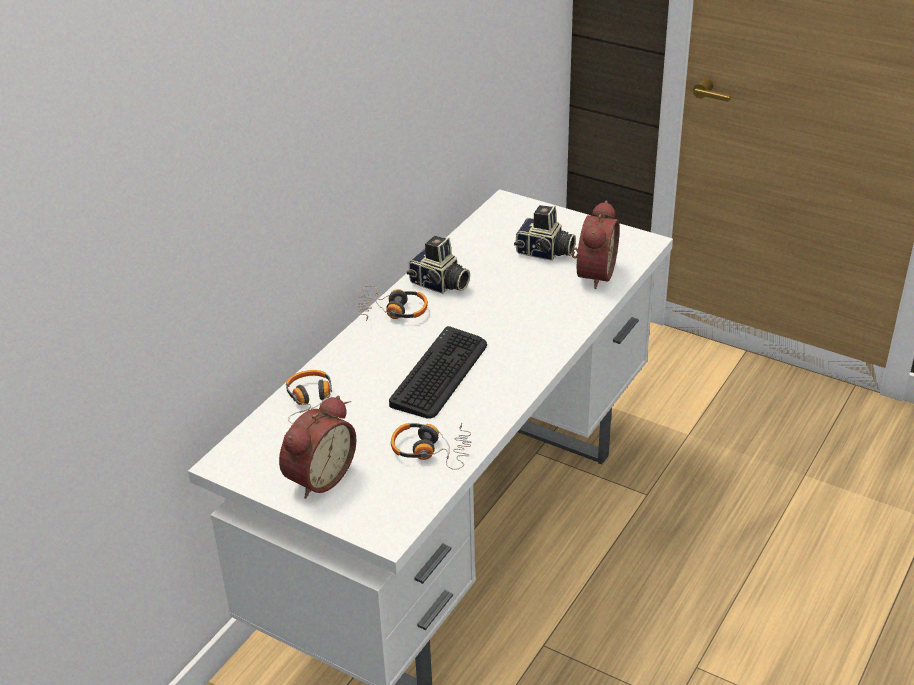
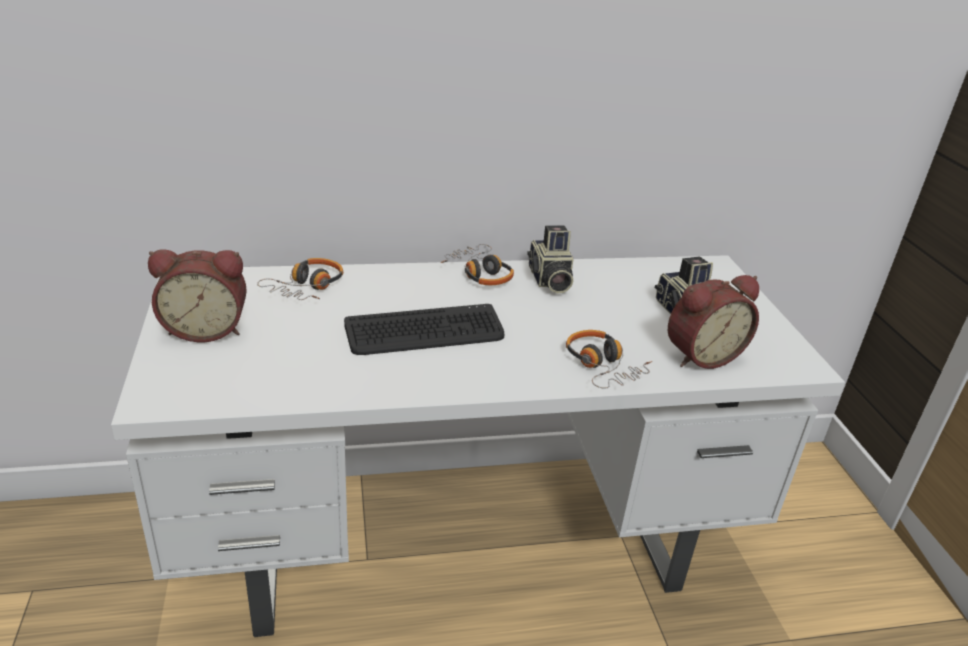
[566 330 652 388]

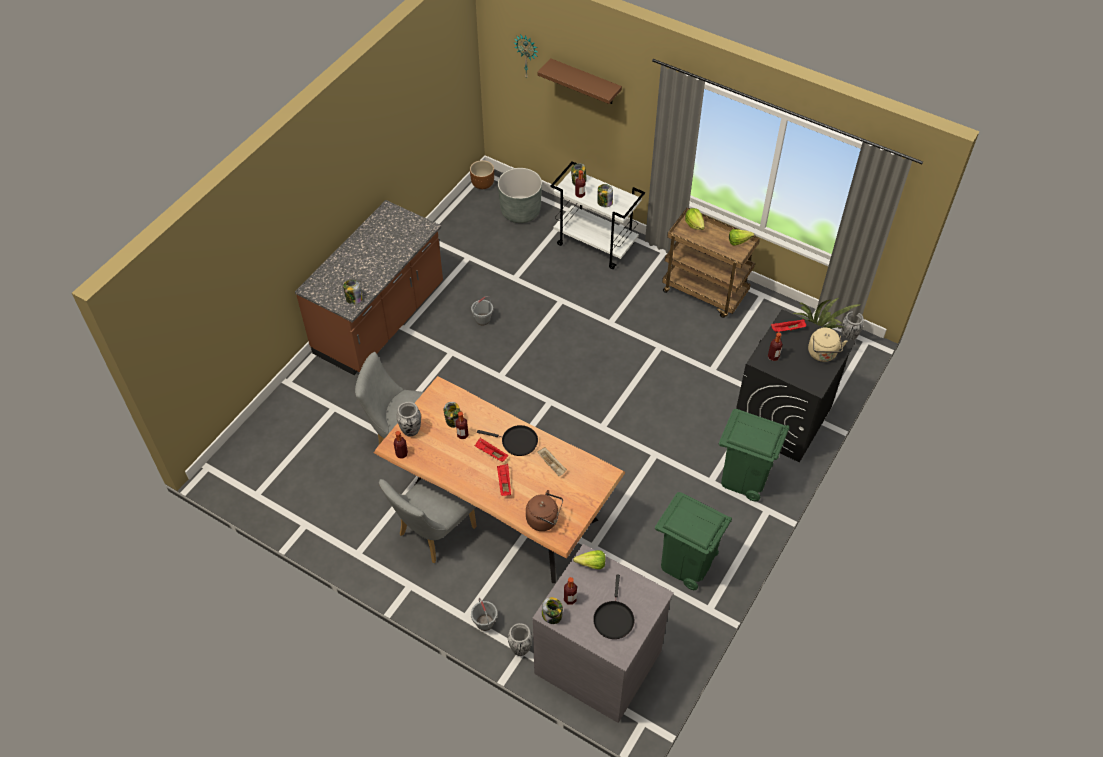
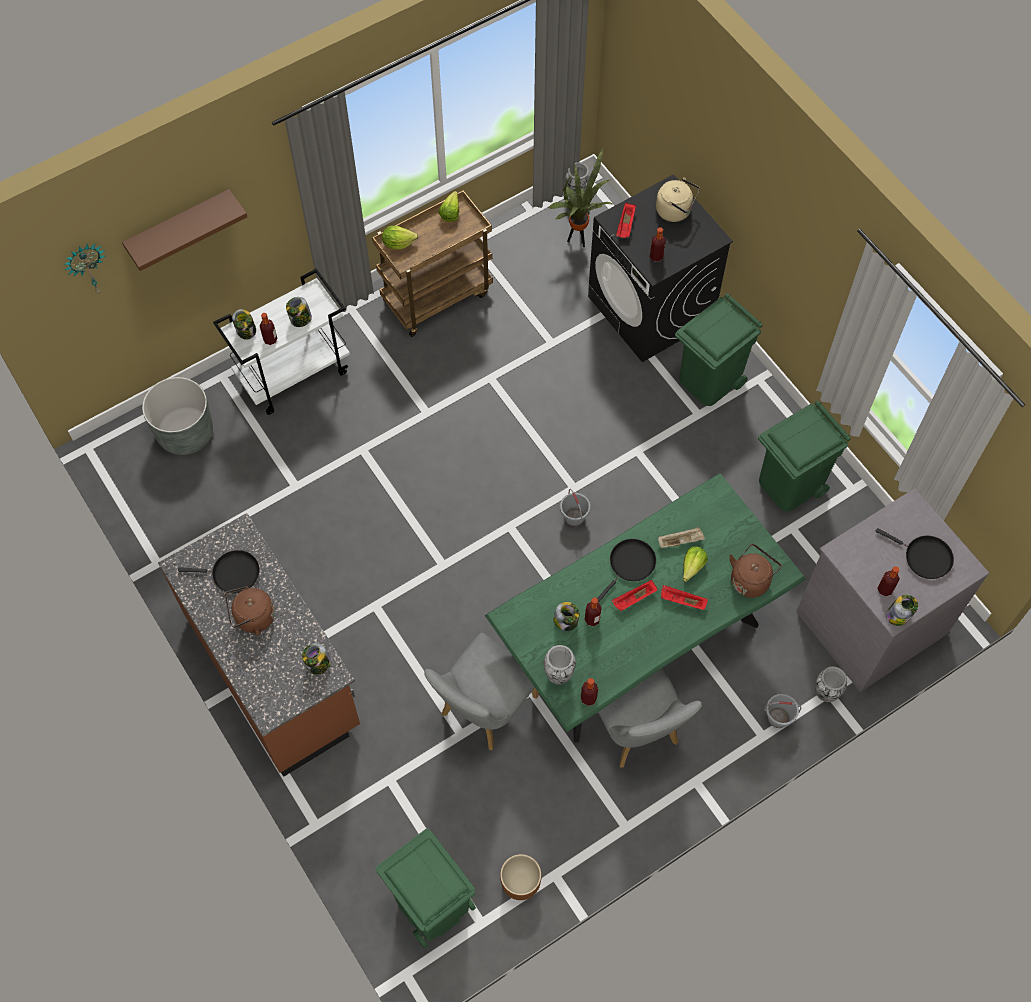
[500 854 542 900]
[560 489 590 526]
[485 473 806 743]
[683 546 708 582]
[178 550 260 594]
[225 586 275 635]
[375 828 476 949]

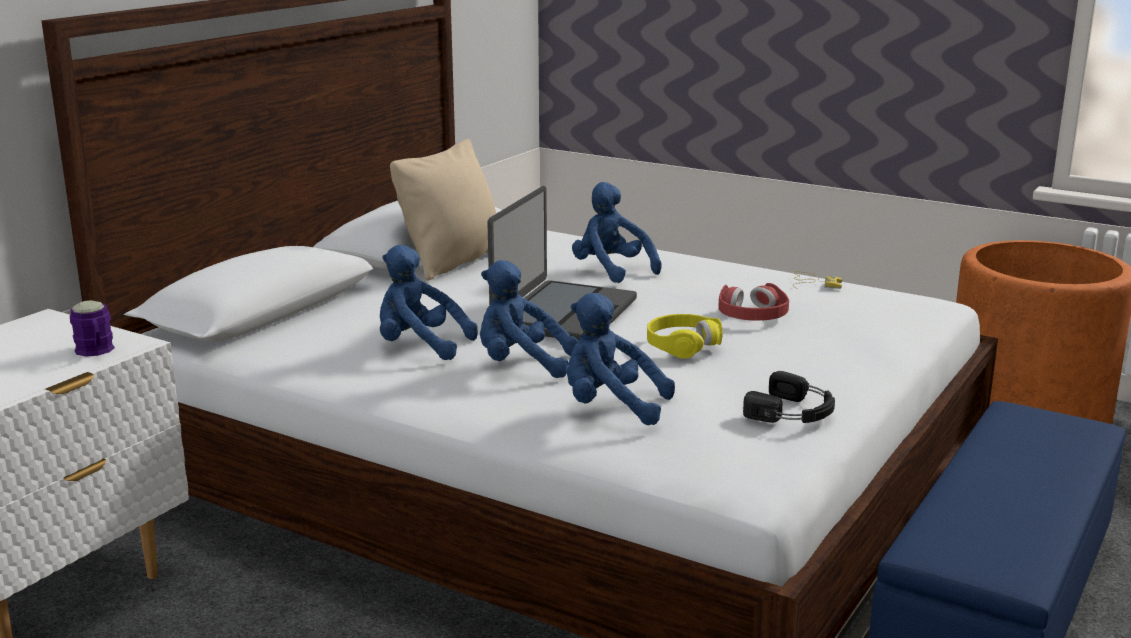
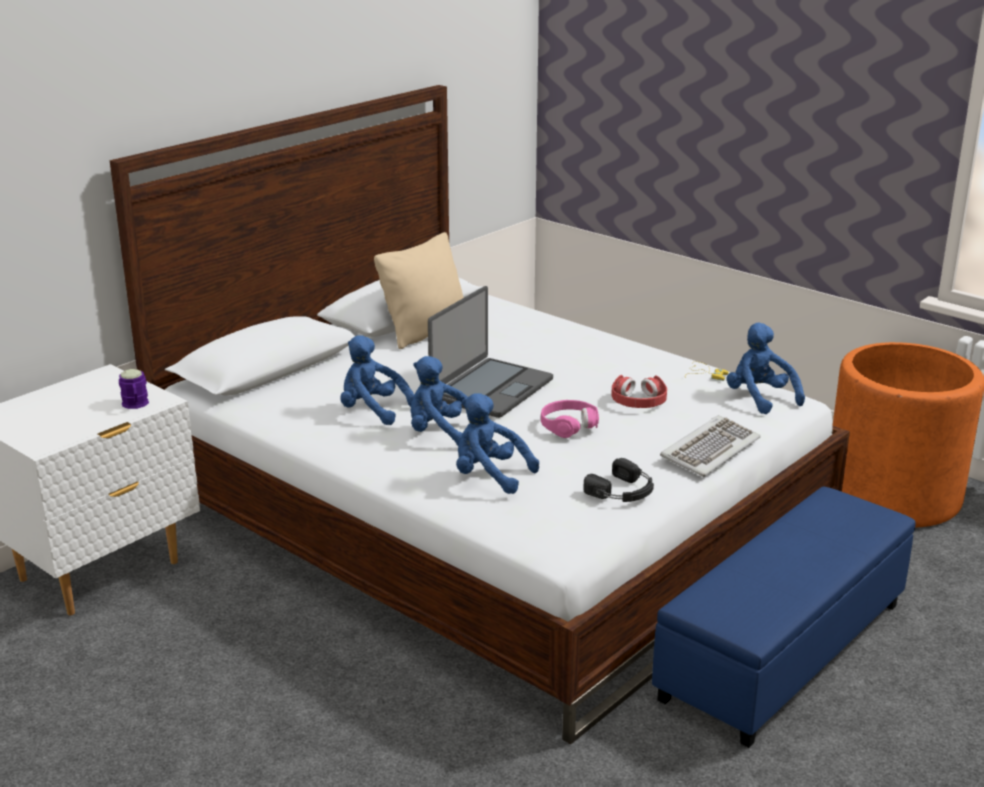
[727 323 805 414]
[541 400 599 438]
[660 415 760 477]

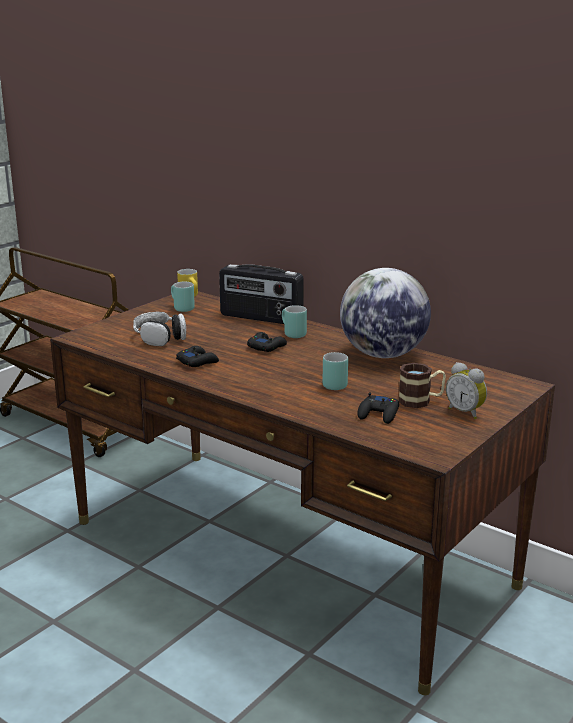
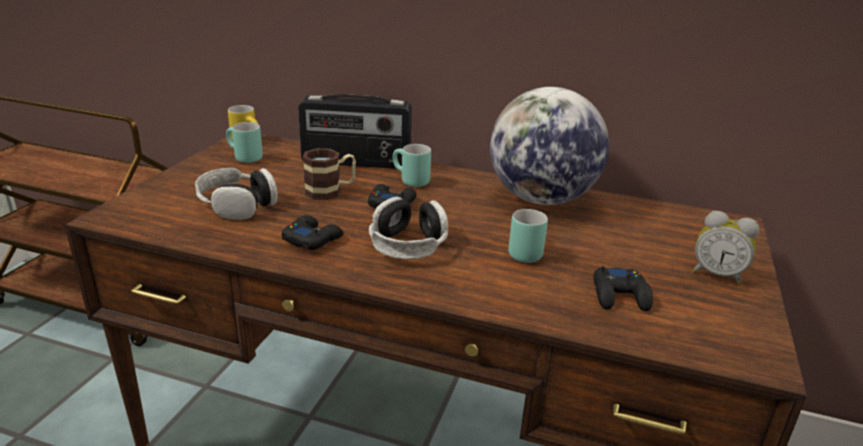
[303 148 356 200]
[369 197 448 259]

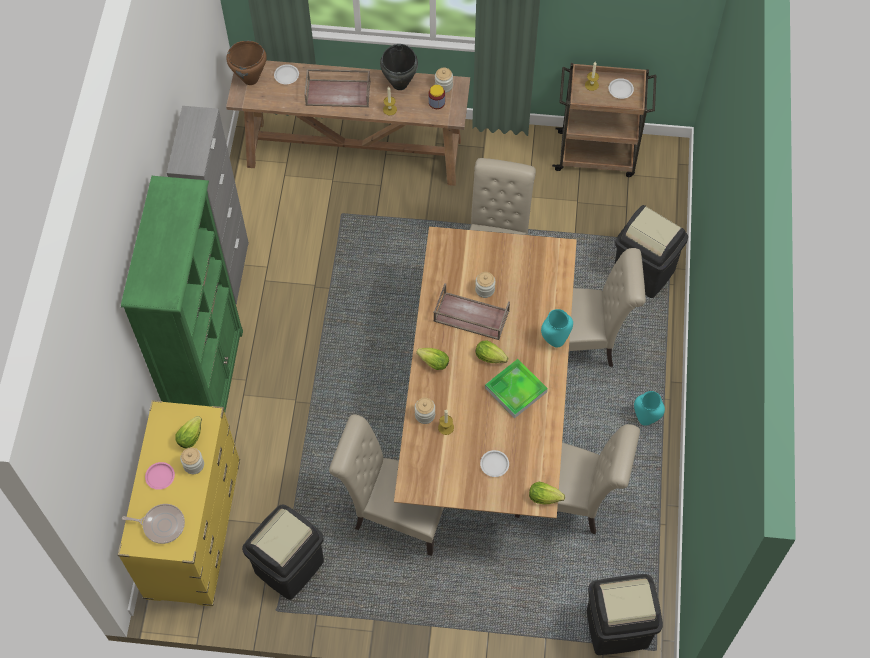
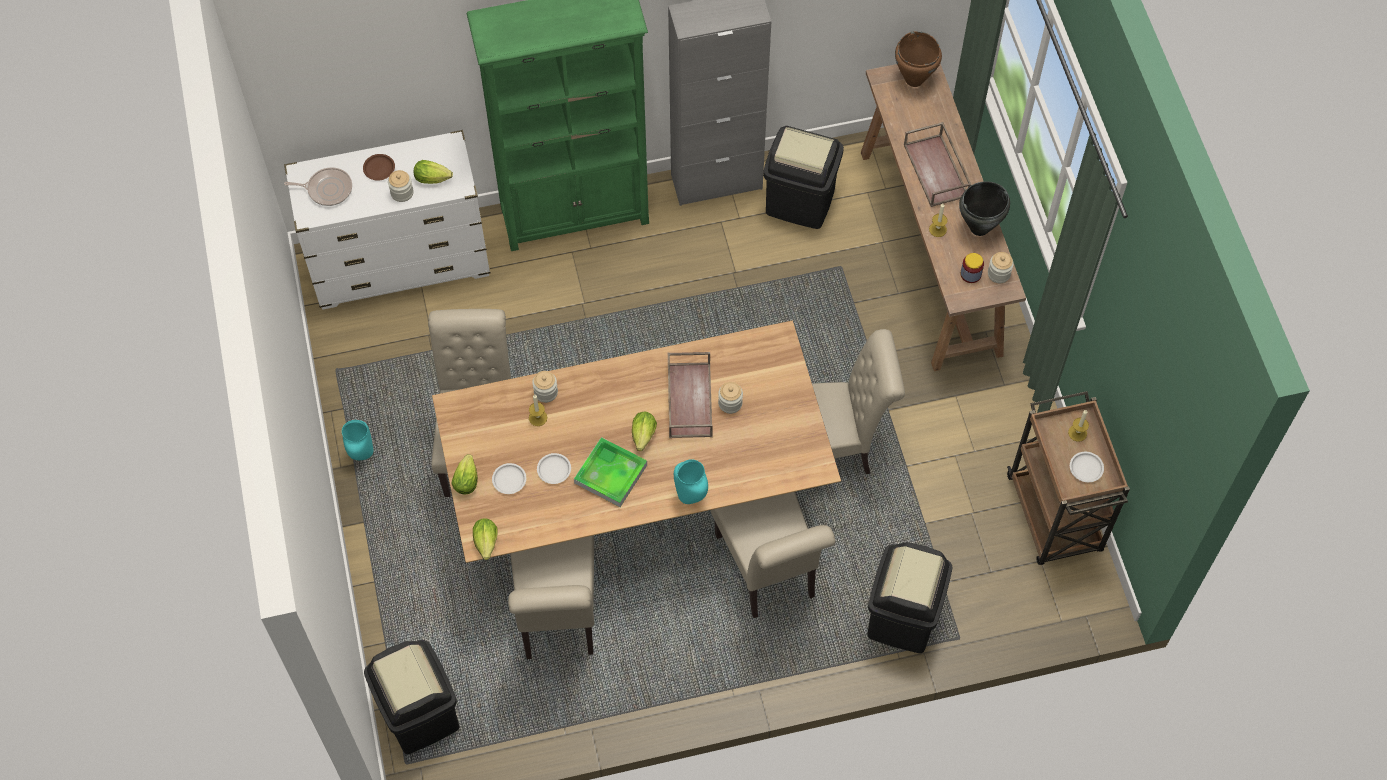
[537 453 571 484]
[451 454 478 494]
[342 420 373 460]
[284 130 491 310]
[363 154 395 180]
[284 167 352 206]
[763 126 844 229]

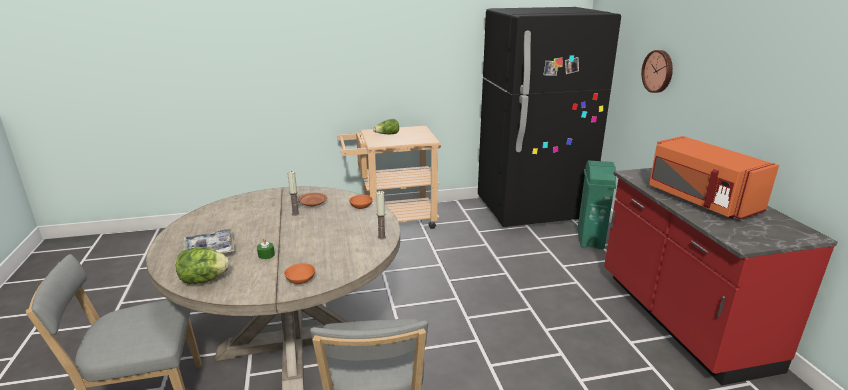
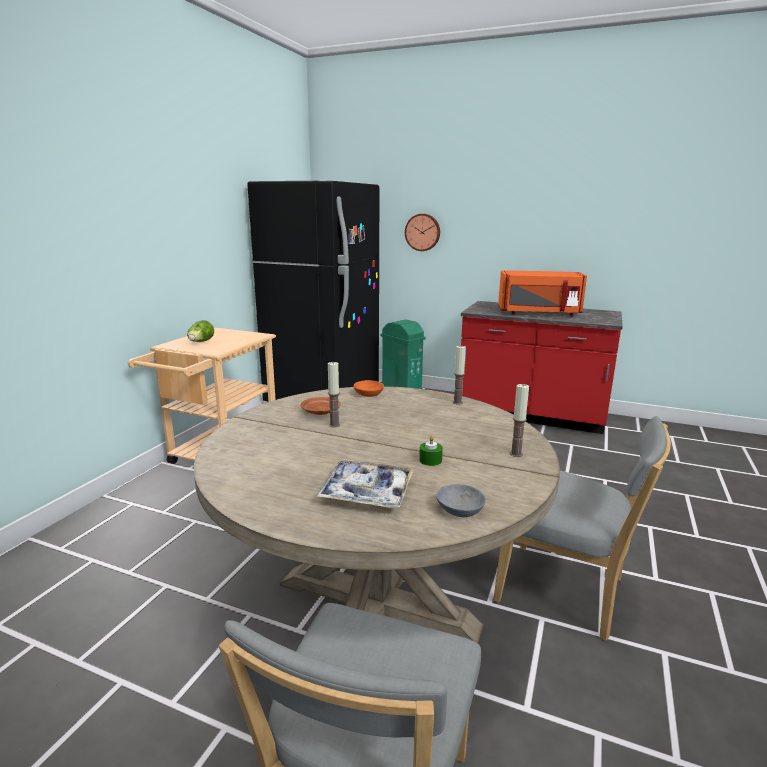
[436 484 486 517]
[510 383 529 457]

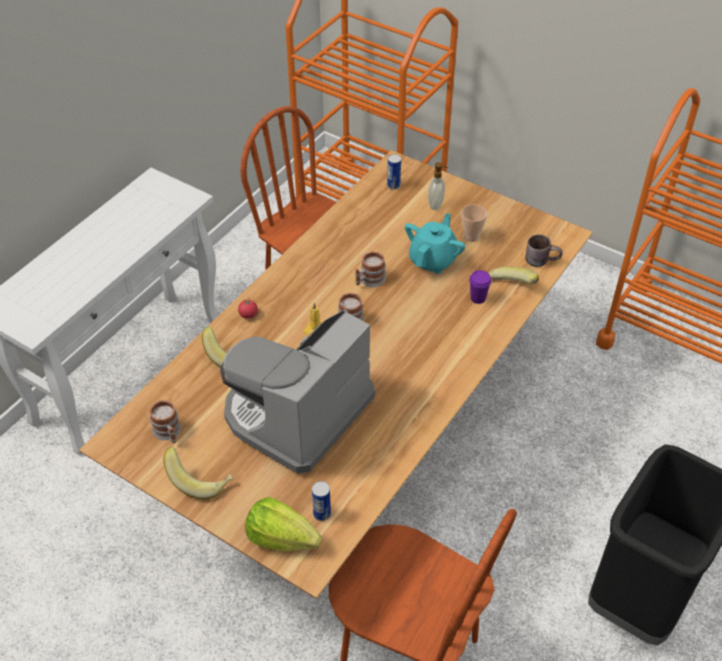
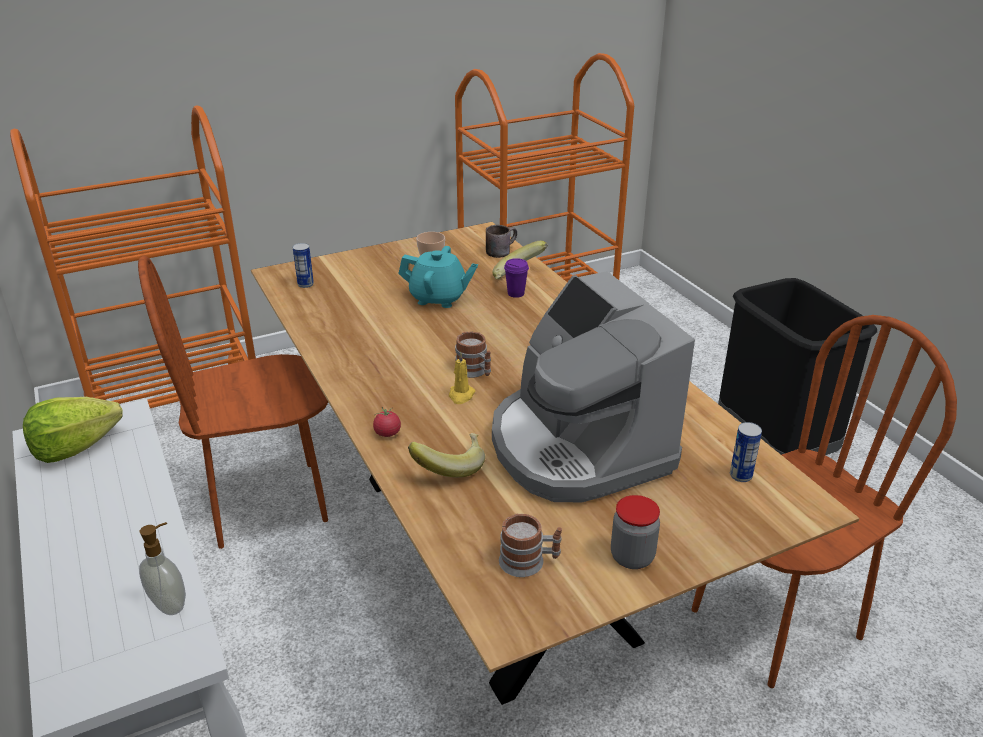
[139 522 186 615]
[398 246 478 308]
[355 252 386 287] (first image)
[611 495 660 569]
[23 397 123 463]

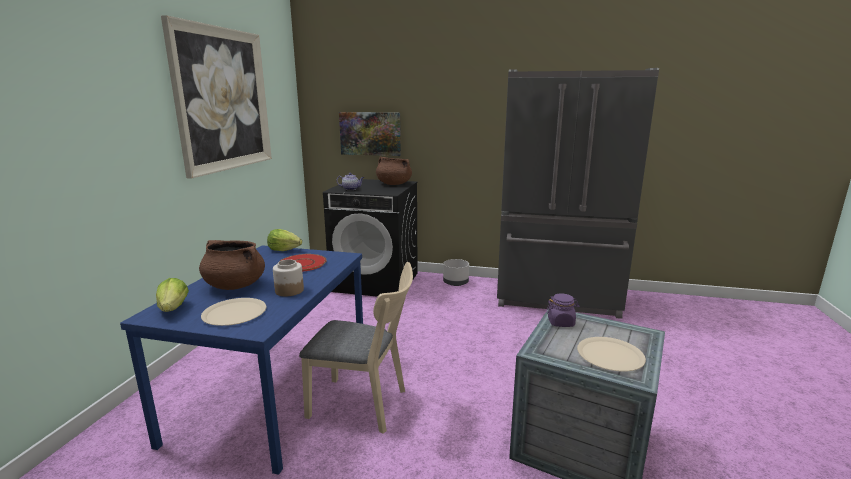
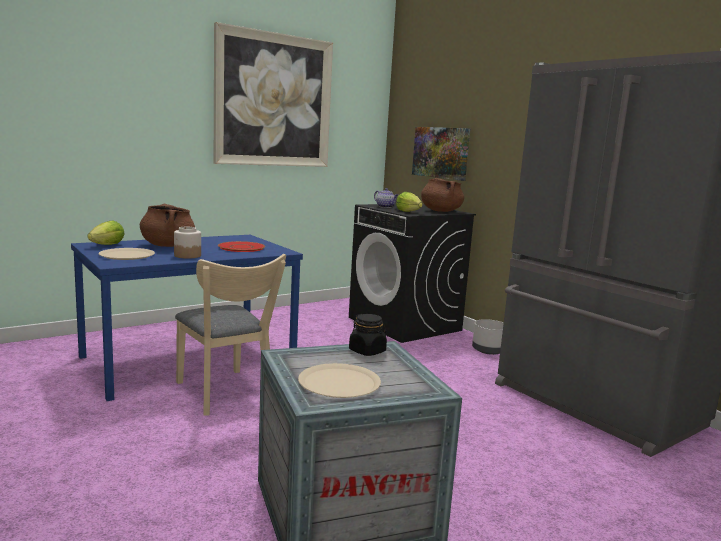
[396 192 423 212]
[349 314 387 356]

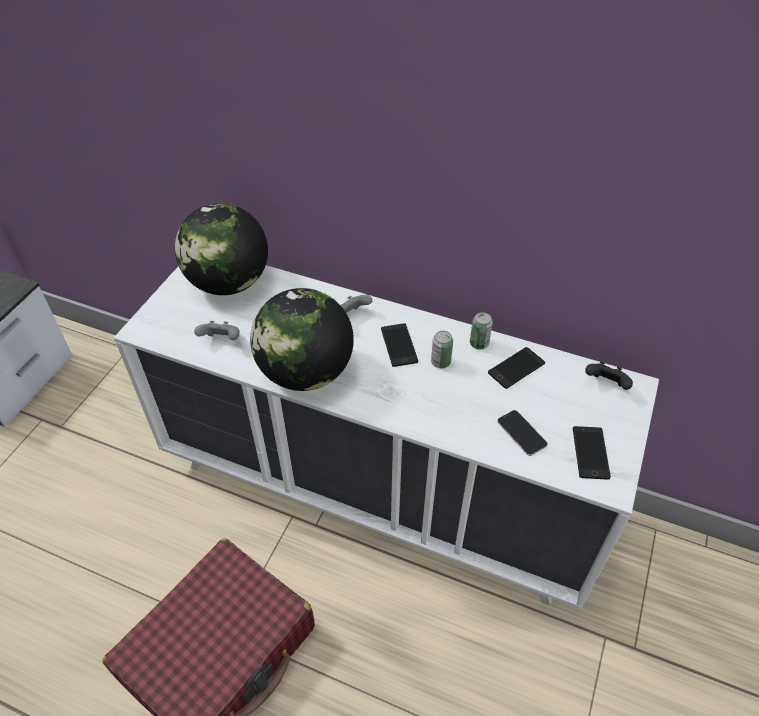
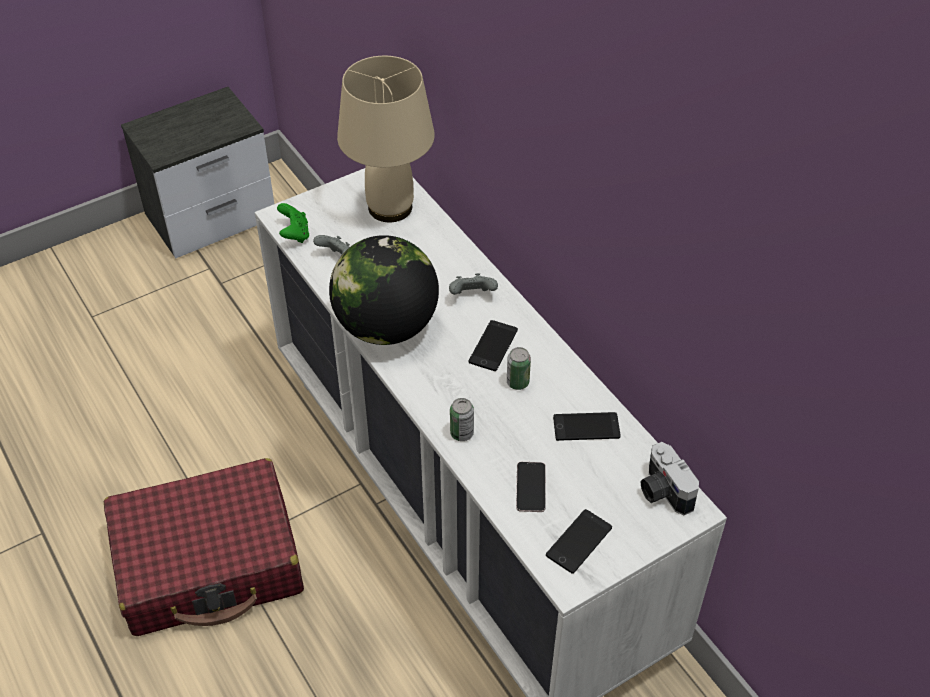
[337 56 435 222]
[450 398 474 441]
[640 442 699 515]
[277 203 309 243]

